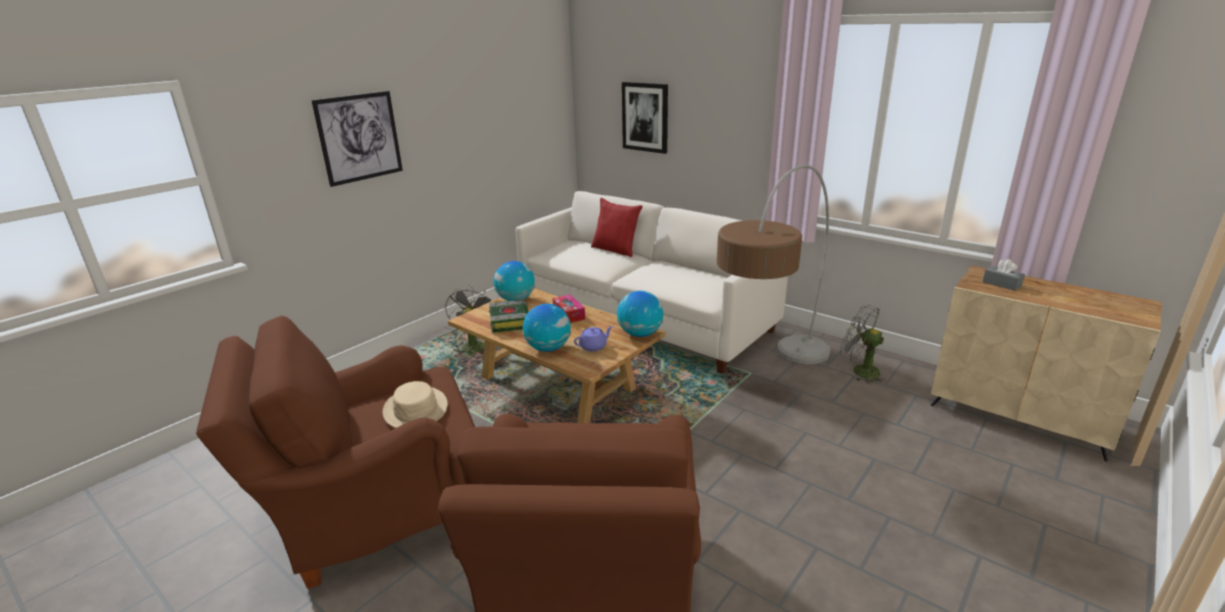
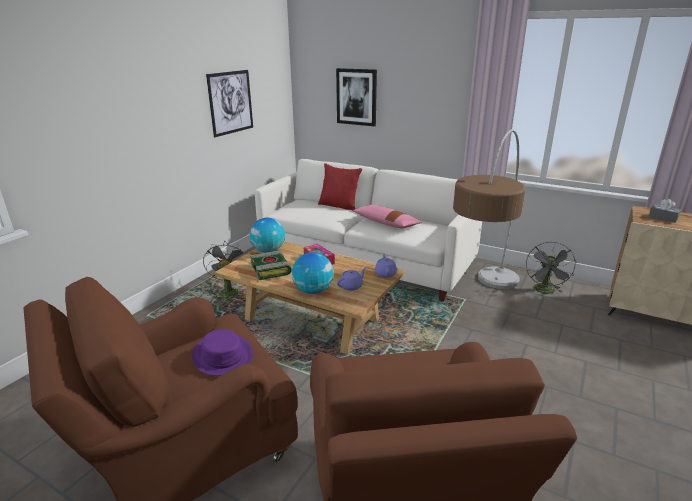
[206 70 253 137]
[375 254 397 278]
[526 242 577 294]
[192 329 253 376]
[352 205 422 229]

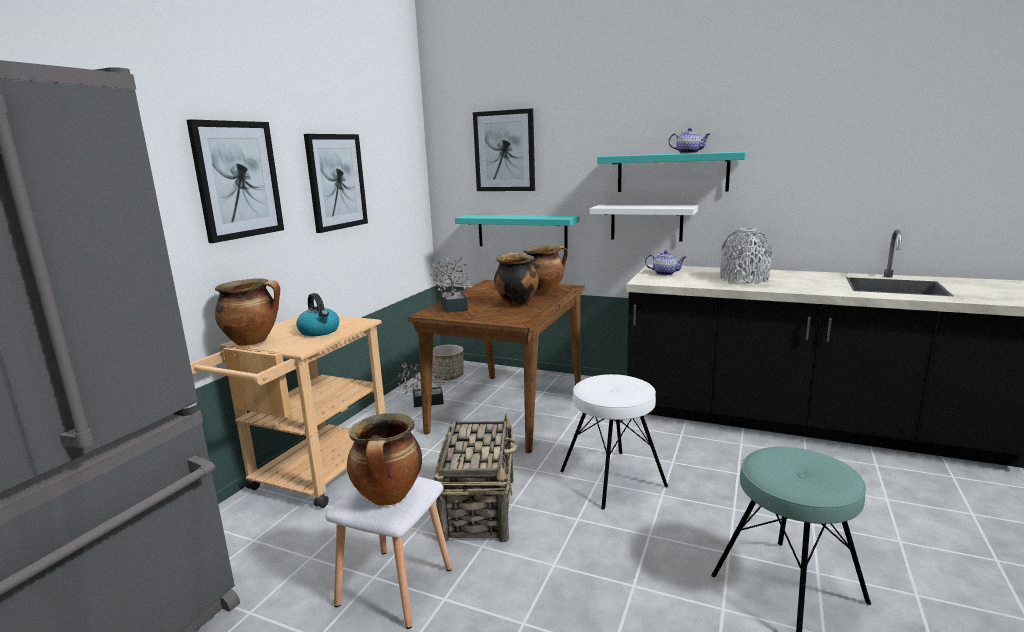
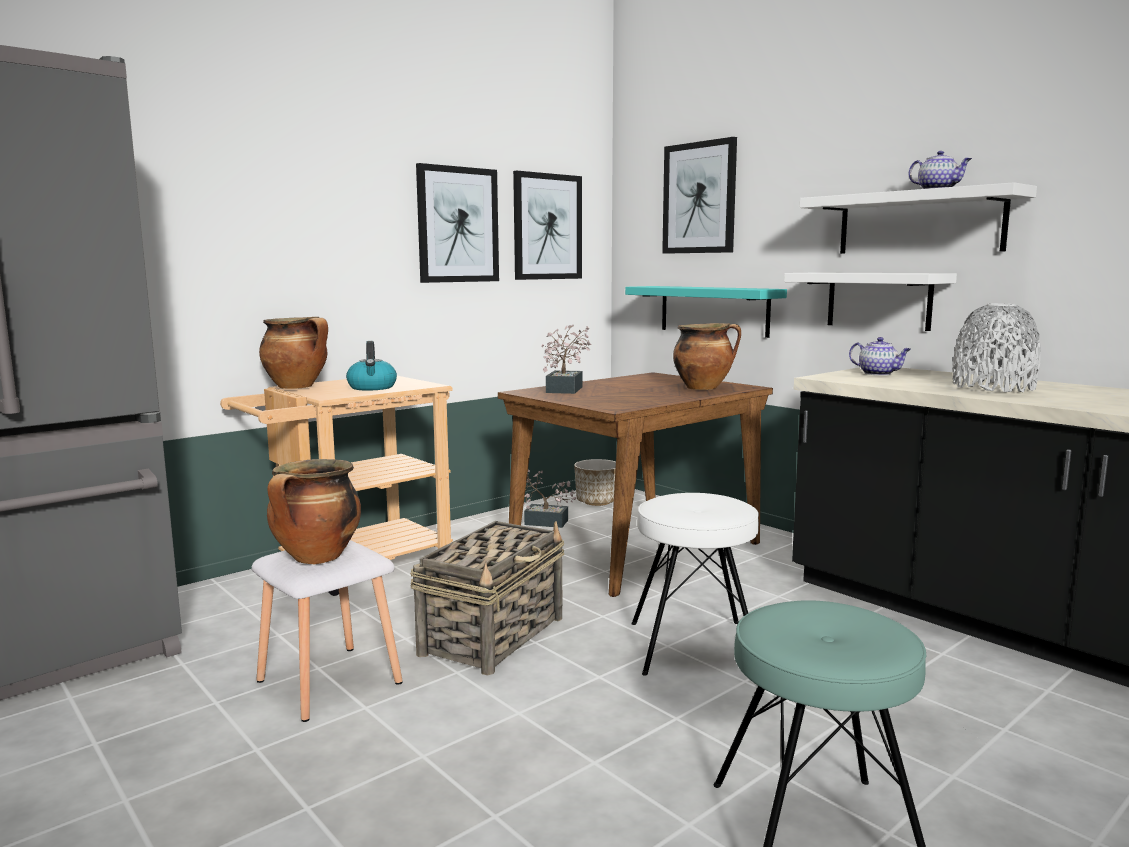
[513 171 582 280]
[800 182 1037 254]
[494 253 539 307] (first image)

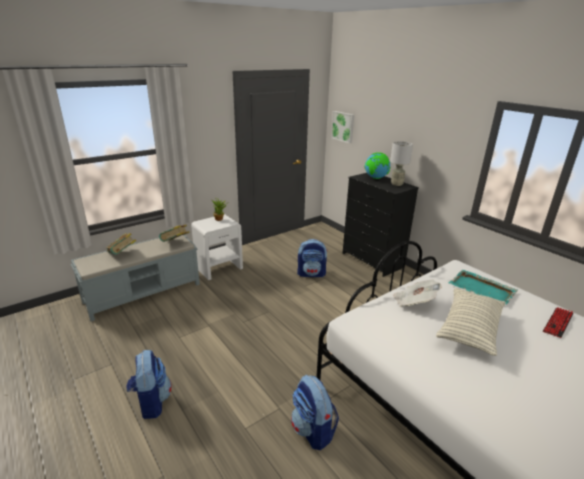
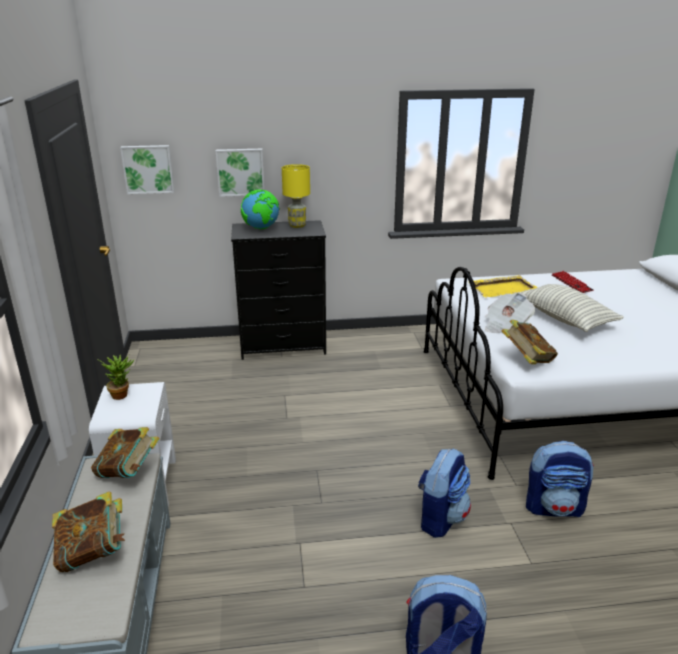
[282 164 310 228]
[418 448 471 538]
[468 275 538 298]
[216 149 264 197]
[501 320 558 364]

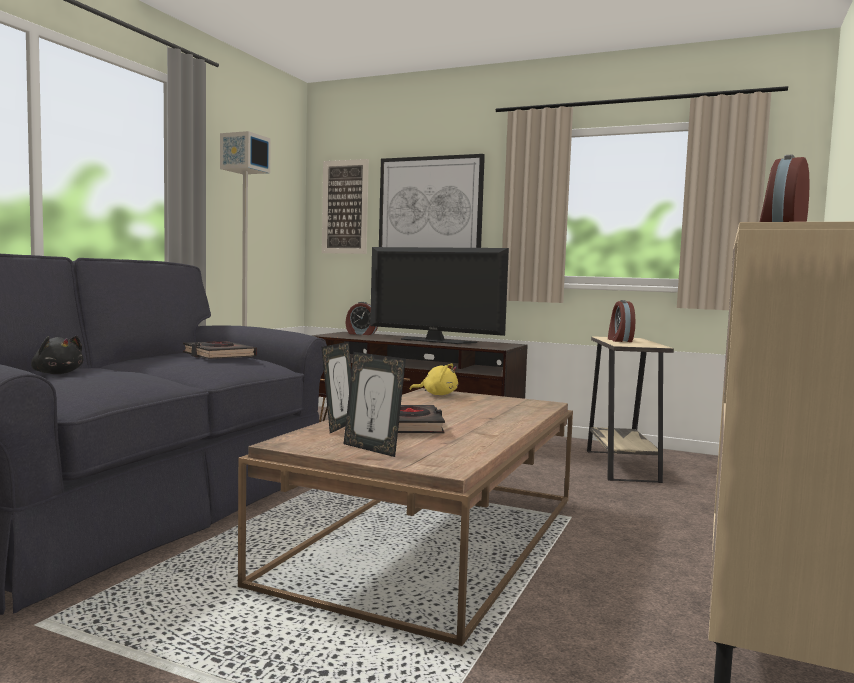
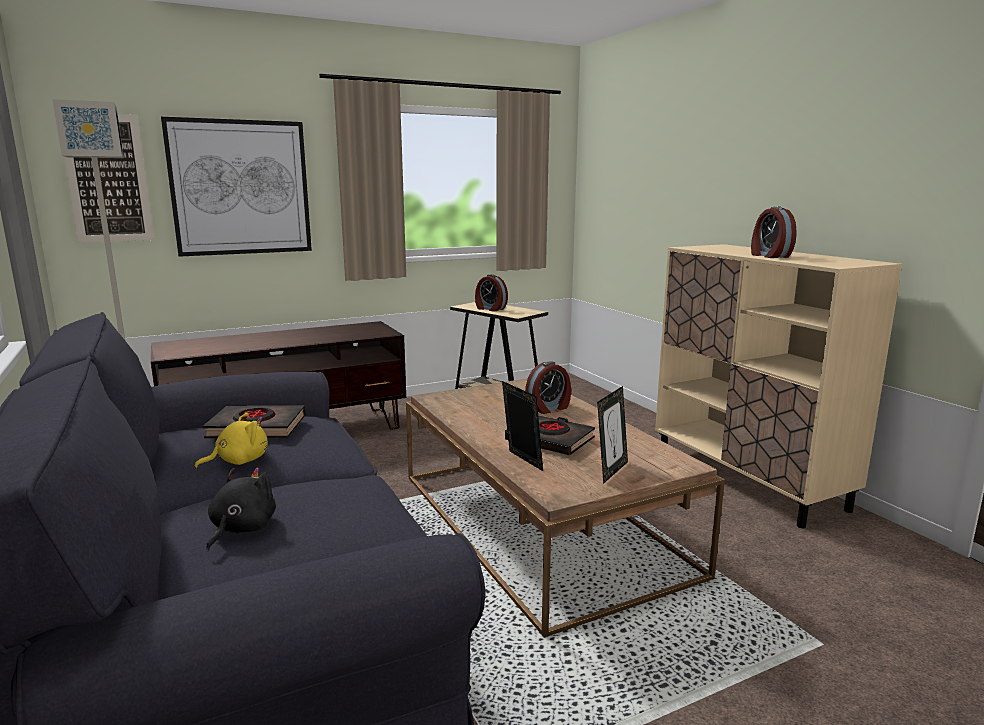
[370 247 509 344] (first image)
[525 361 571 414]
[206 468 276 551]
[597 386 628 484]
[195 413 268 468]

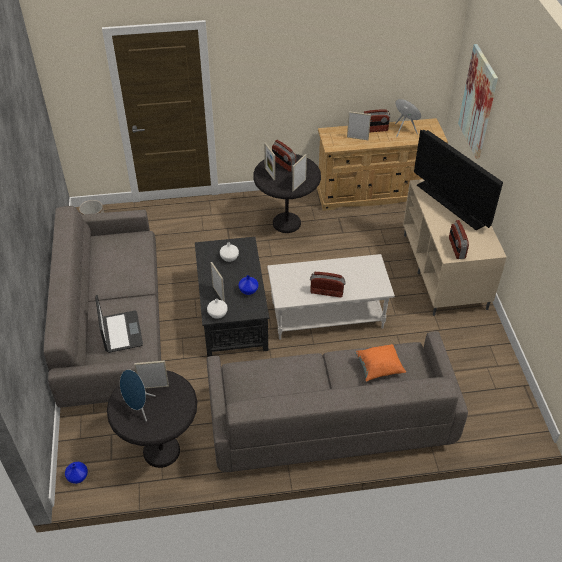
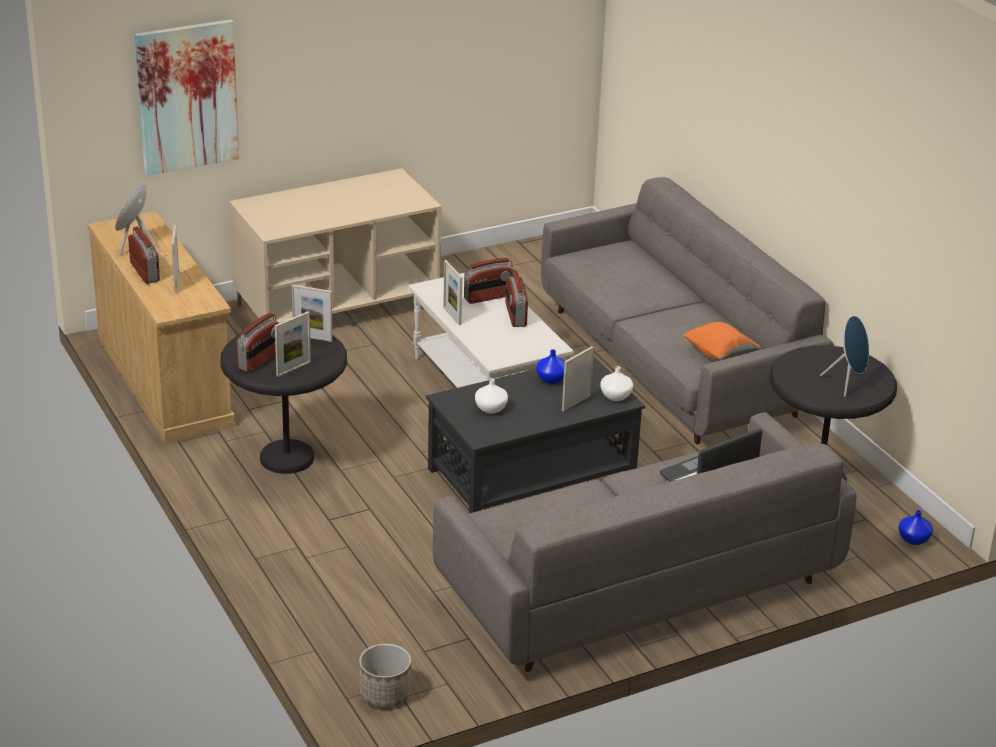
[414 130 503 230] (first image)
[464 258 514 304]
[683 322 761 361]
[443 260 463 325]

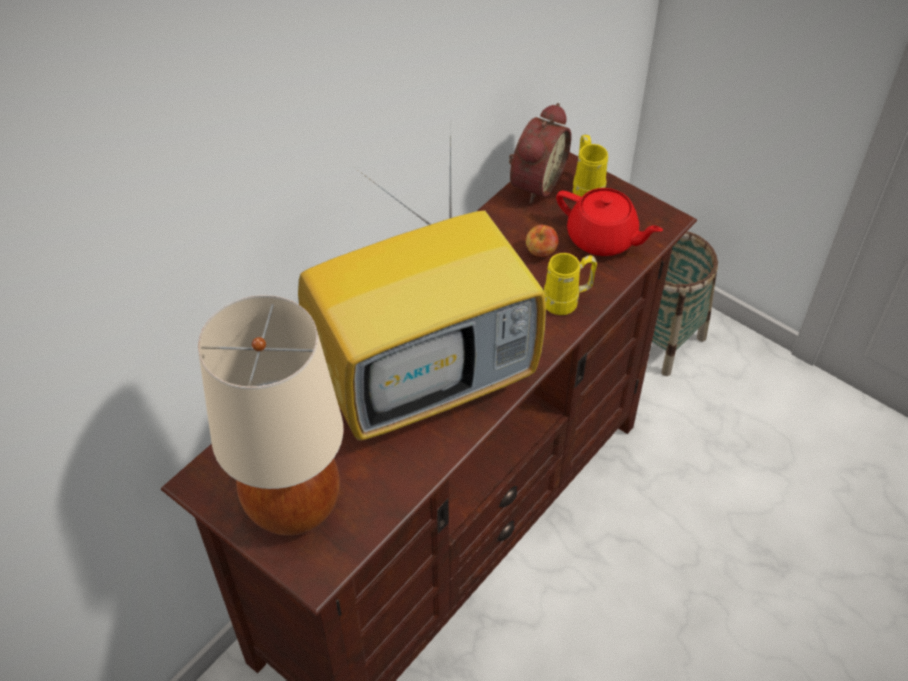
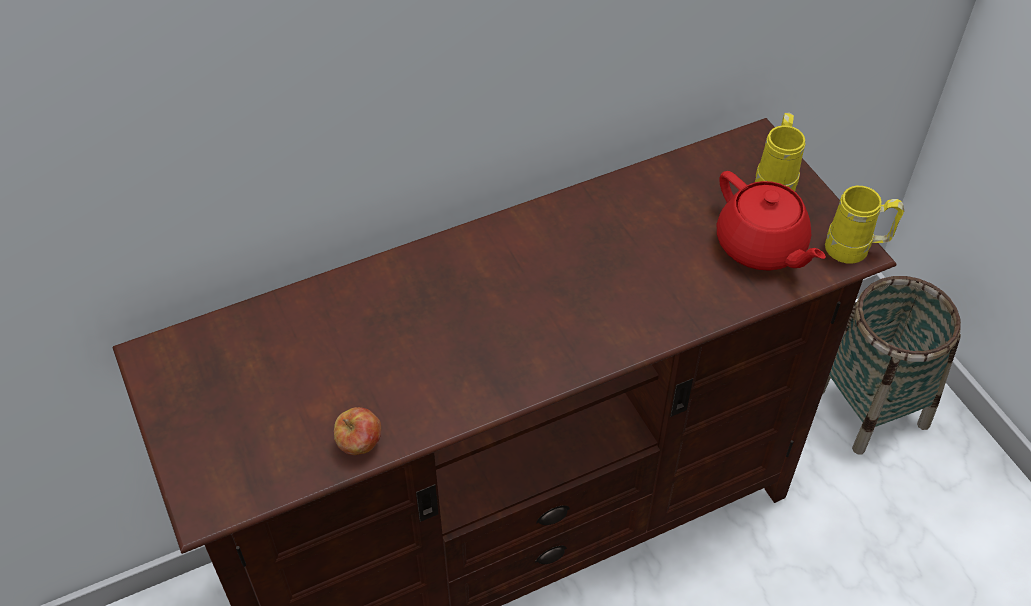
[509 103 571 203] (first image)
[298 127 546 440] (first image)
[334 407 381 455]
[825 186 904 264]
[198 295 343 536] (first image)

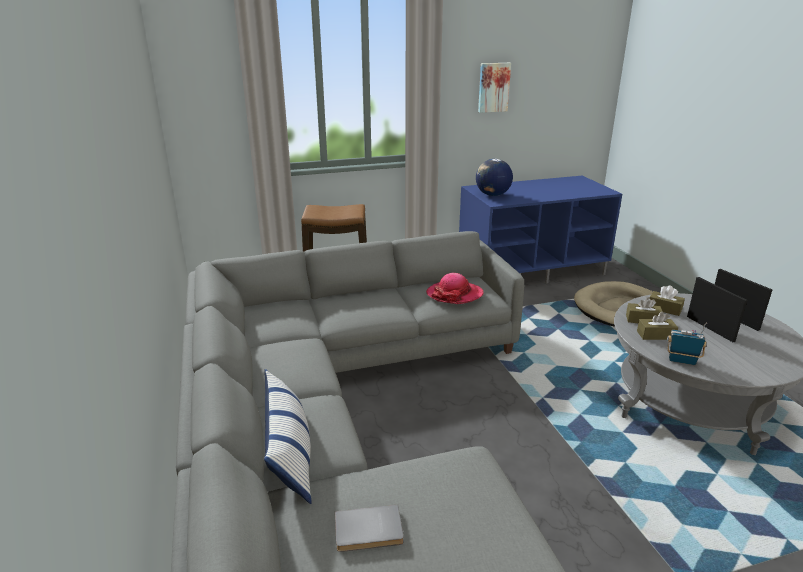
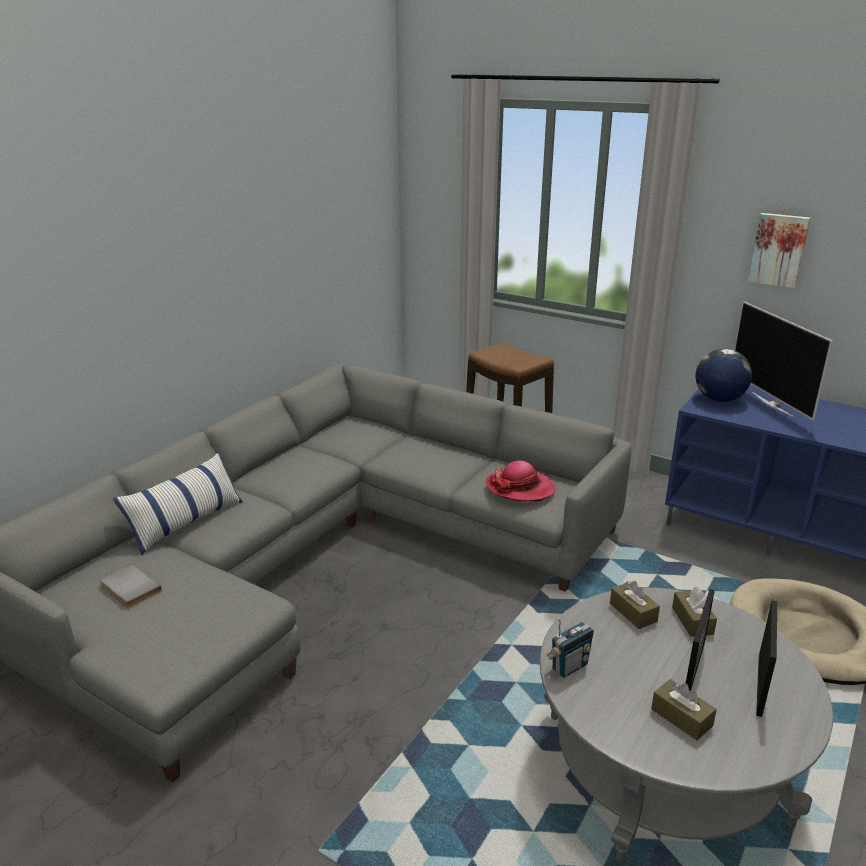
[651 679 717 740]
[546 618 594 678]
[734 301 833 420]

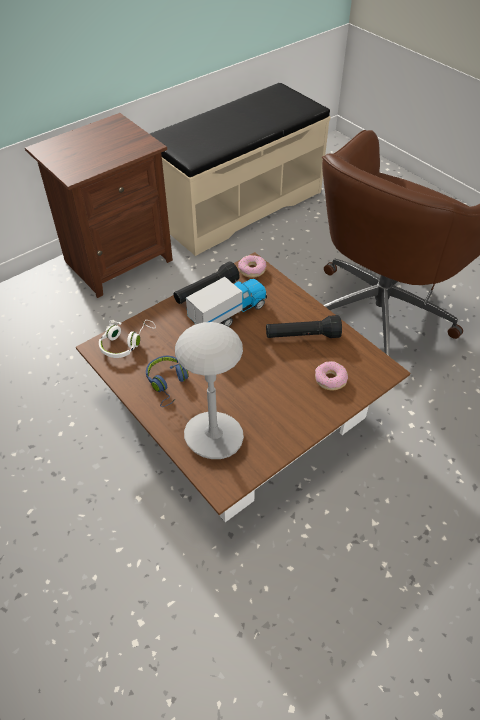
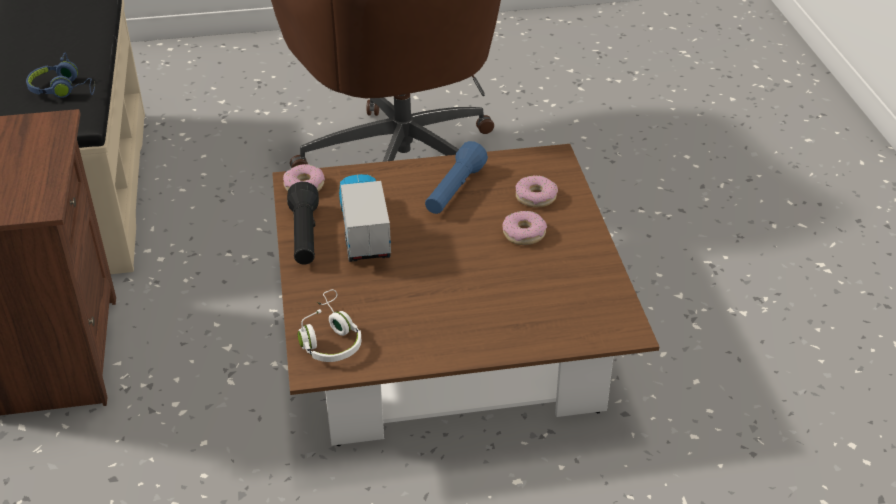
[425 141 488 214]
[175 322 244 459] (first image)
[26 52 95 98]
[502 211 547 245]

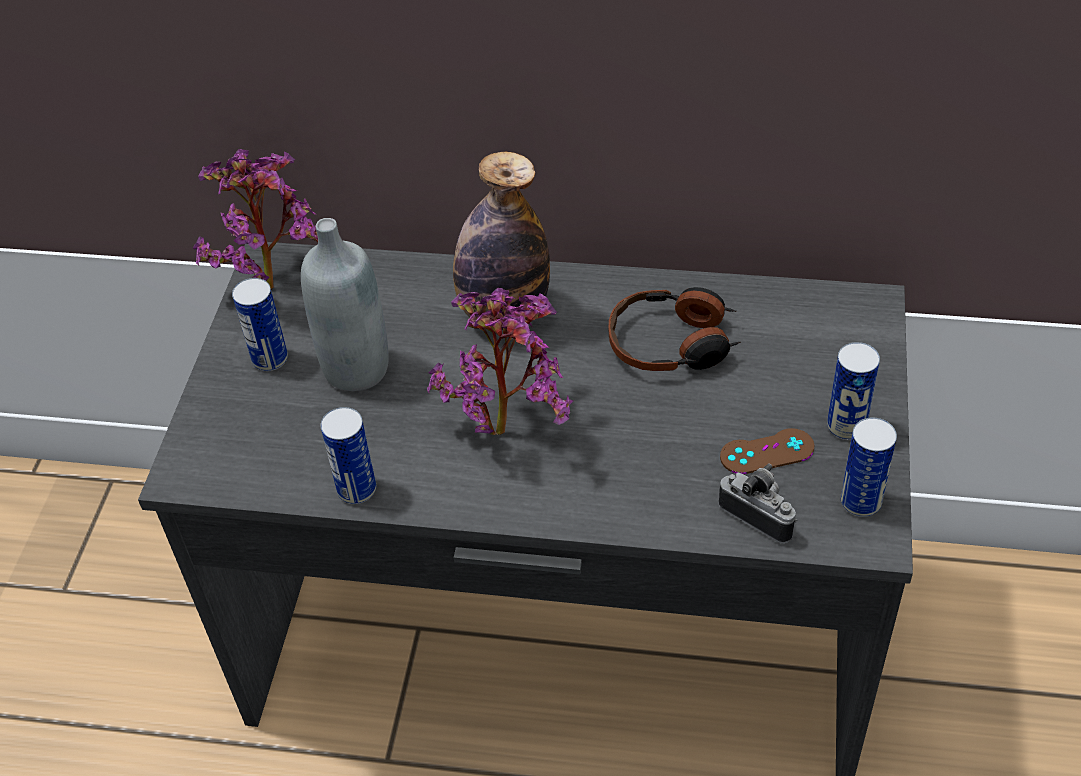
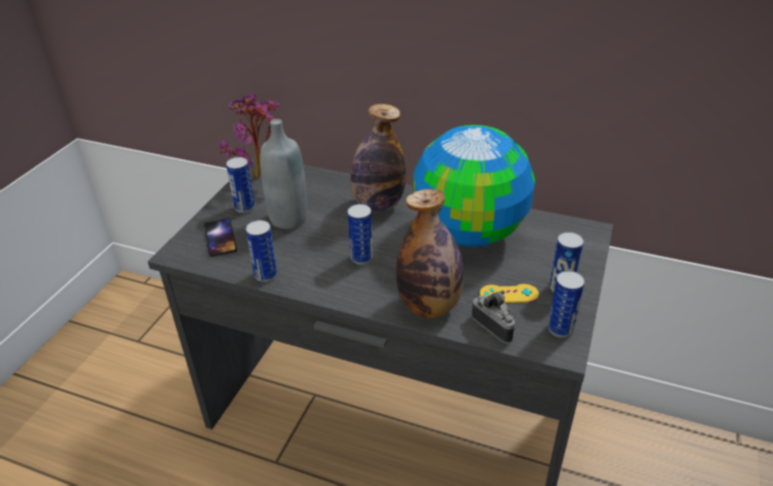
[413 125 535 247]
[347 204 373 265]
[480 284 539 303]
[396 189 464 318]
[204 219 237 257]

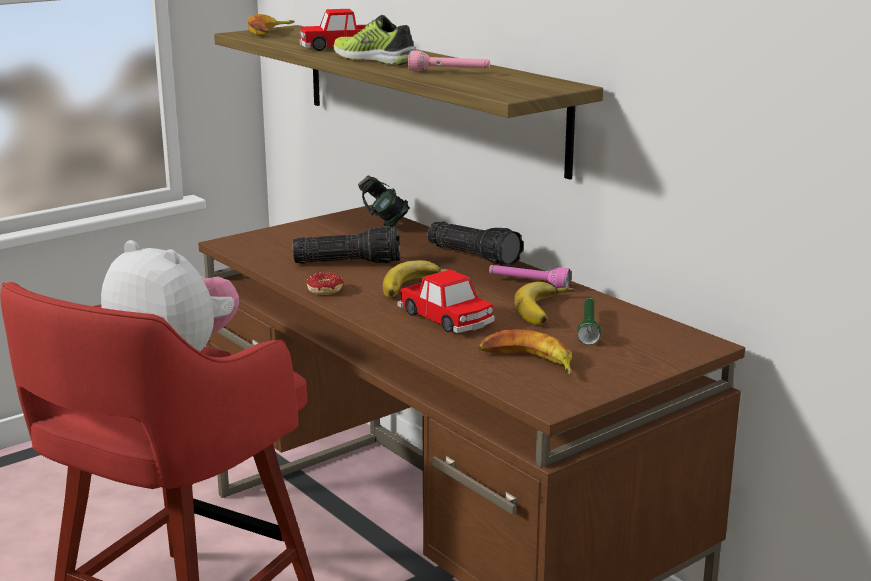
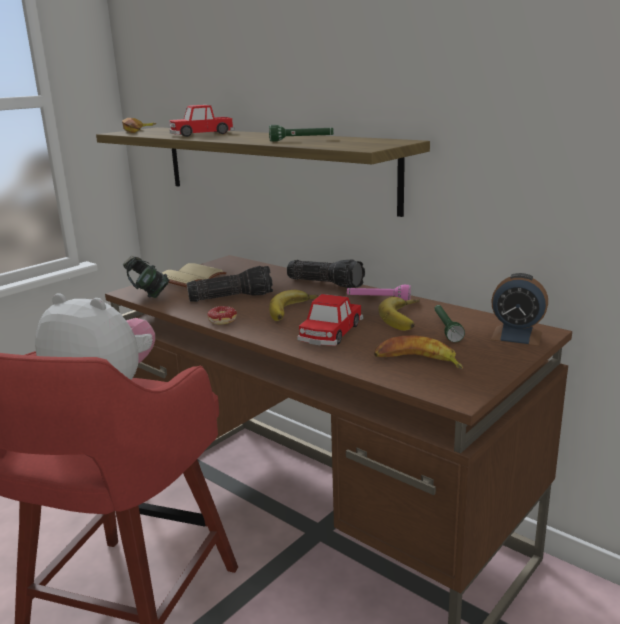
[333 15 416 65] (first image)
[269 125 334 141]
[123 256 169 298]
[297 294 363 346]
[162 263 227 287]
[491 273 548 346]

